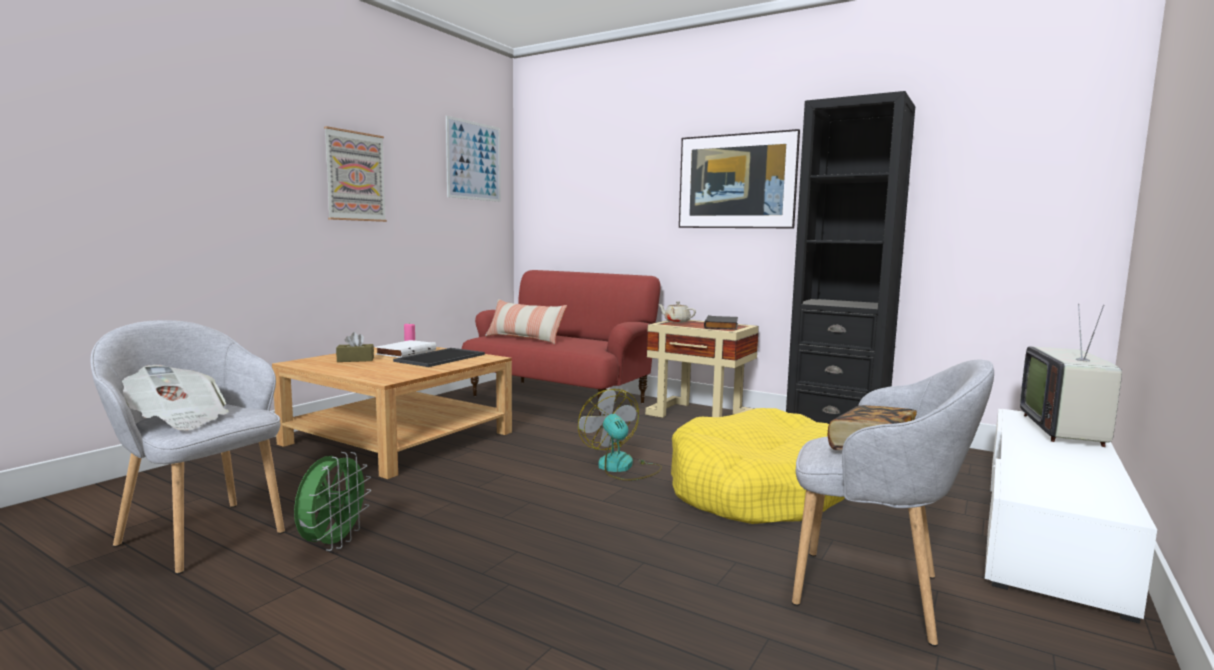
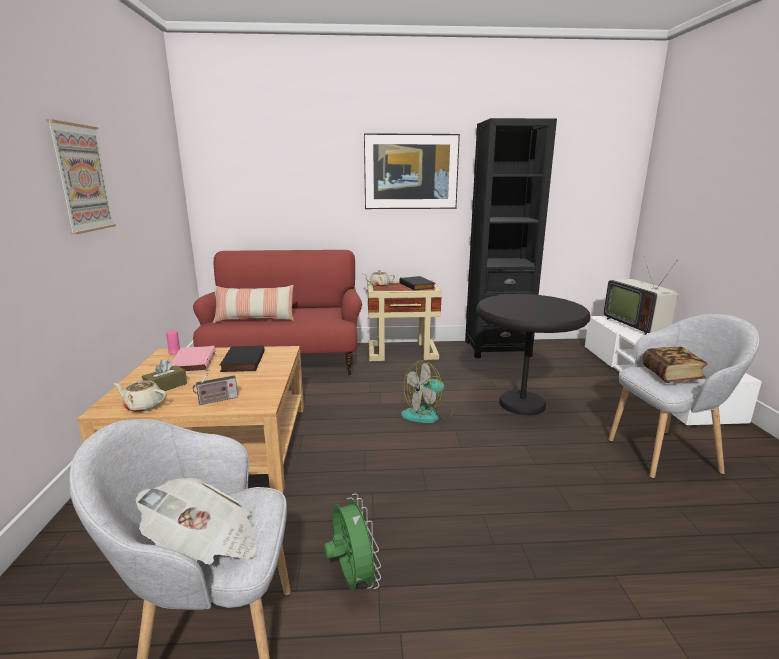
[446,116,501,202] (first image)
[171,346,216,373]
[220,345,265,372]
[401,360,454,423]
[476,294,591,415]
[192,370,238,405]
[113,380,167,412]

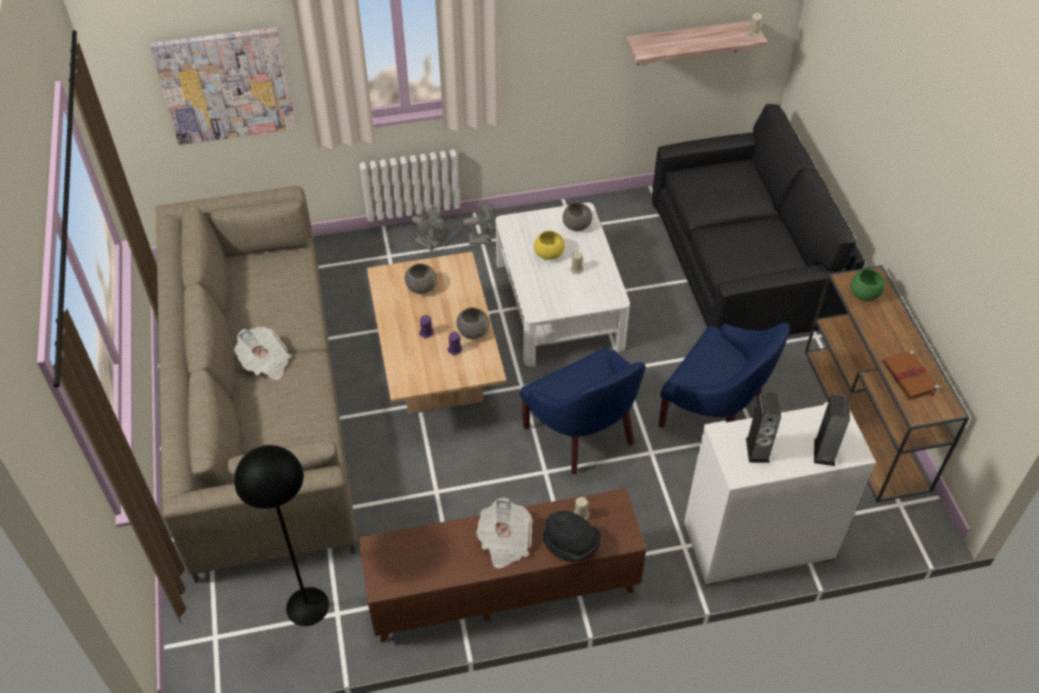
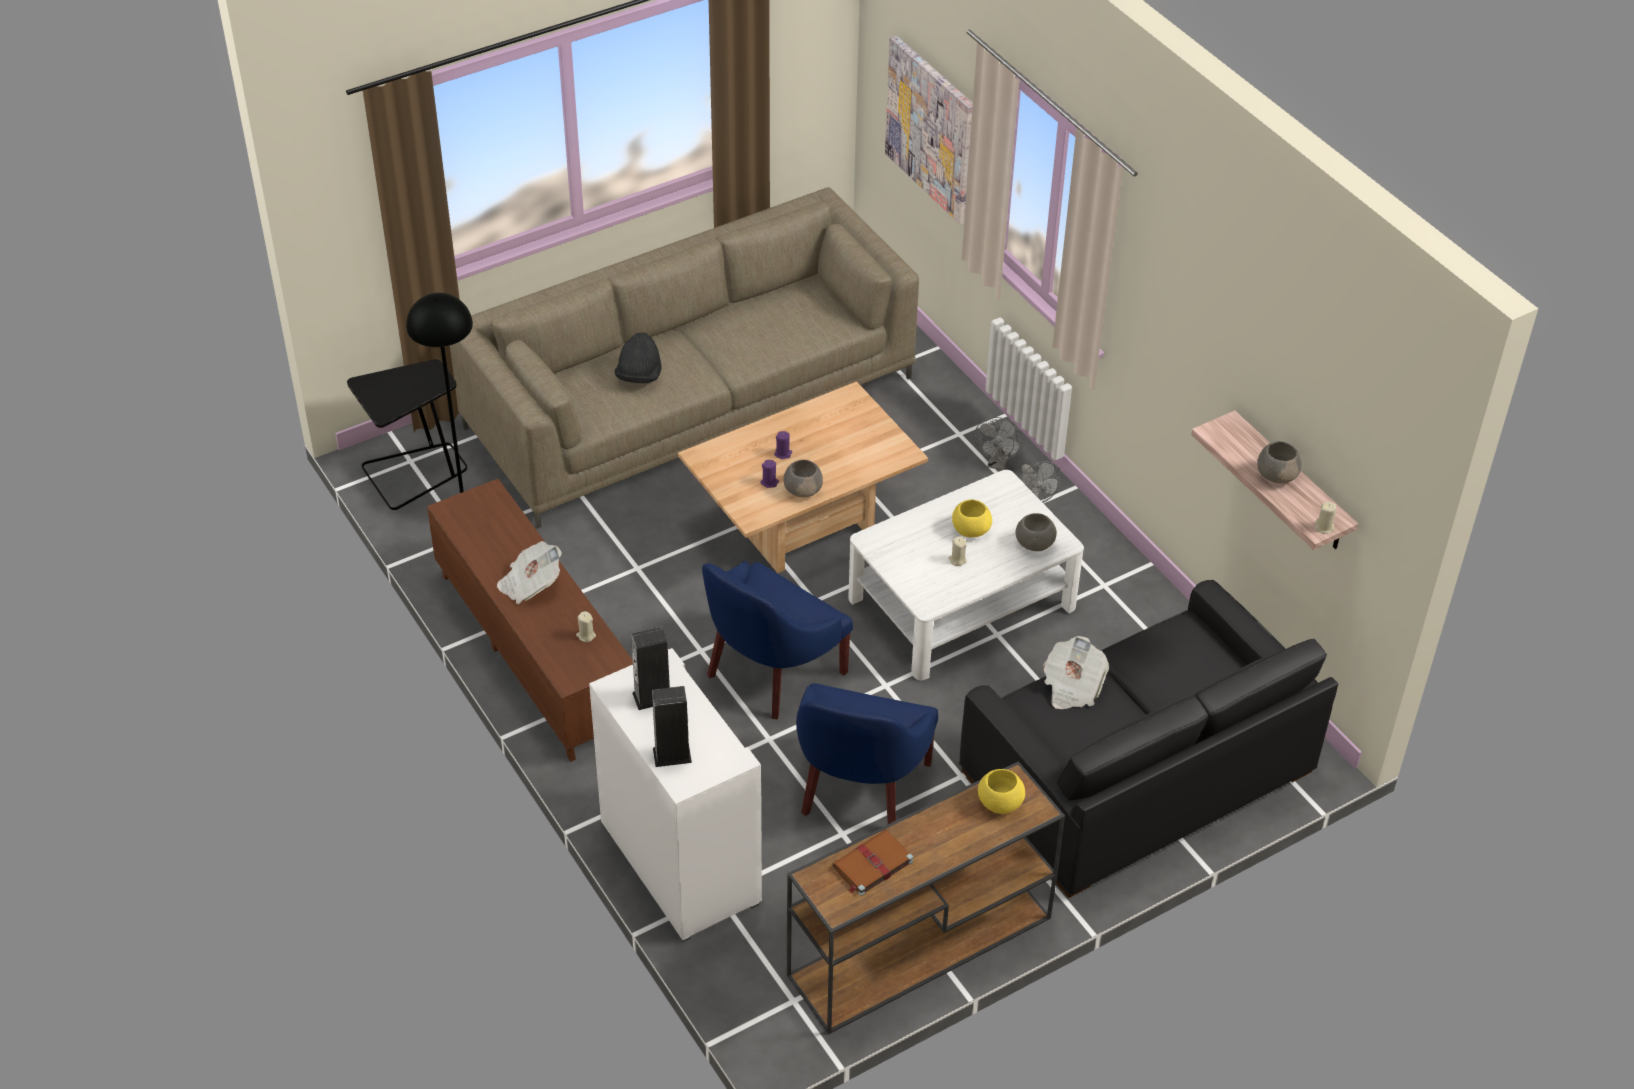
[1257,442,1302,483]
[978,769,1025,814]
[1043,636,1109,709]
[615,333,662,383]
[347,359,467,510]

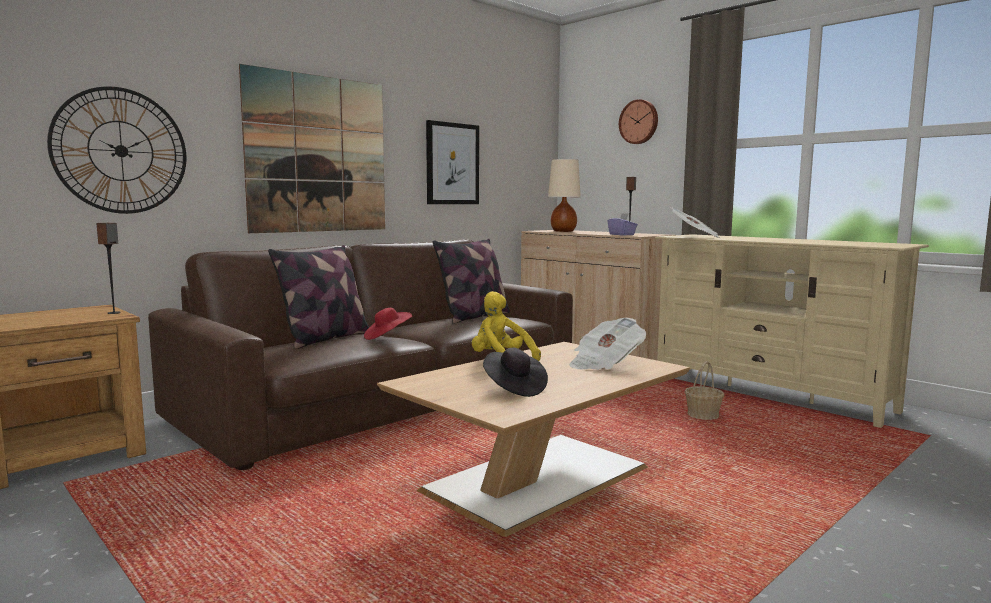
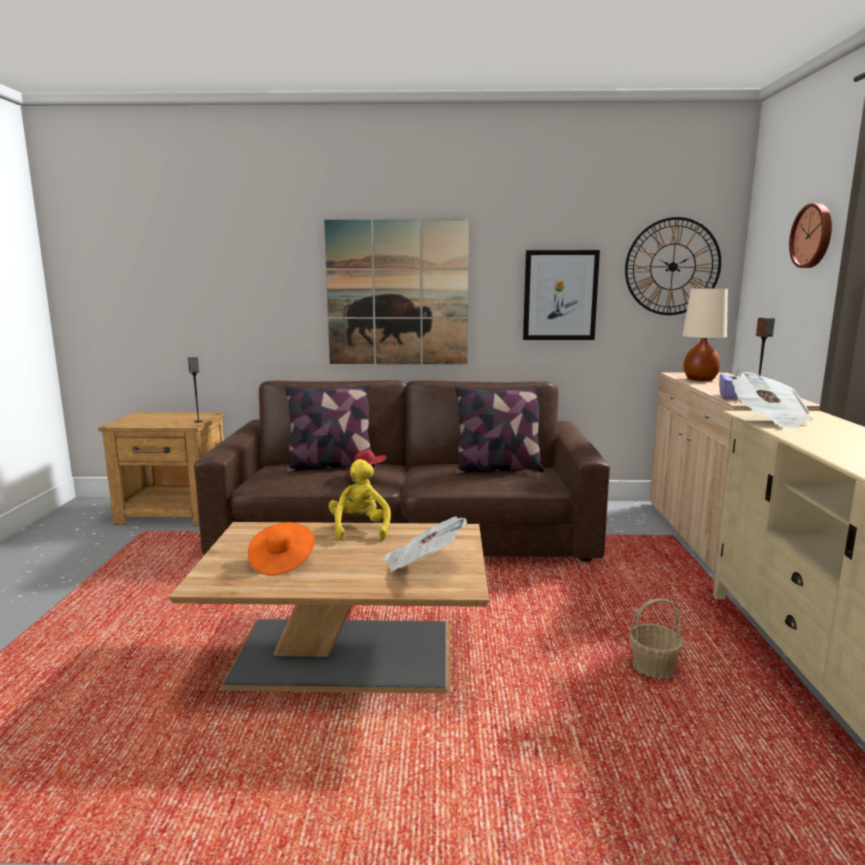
[625,217,721,315]
[248,522,315,575]

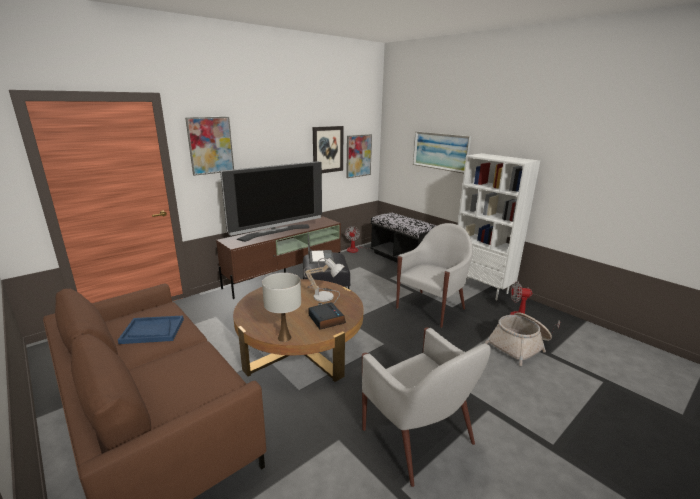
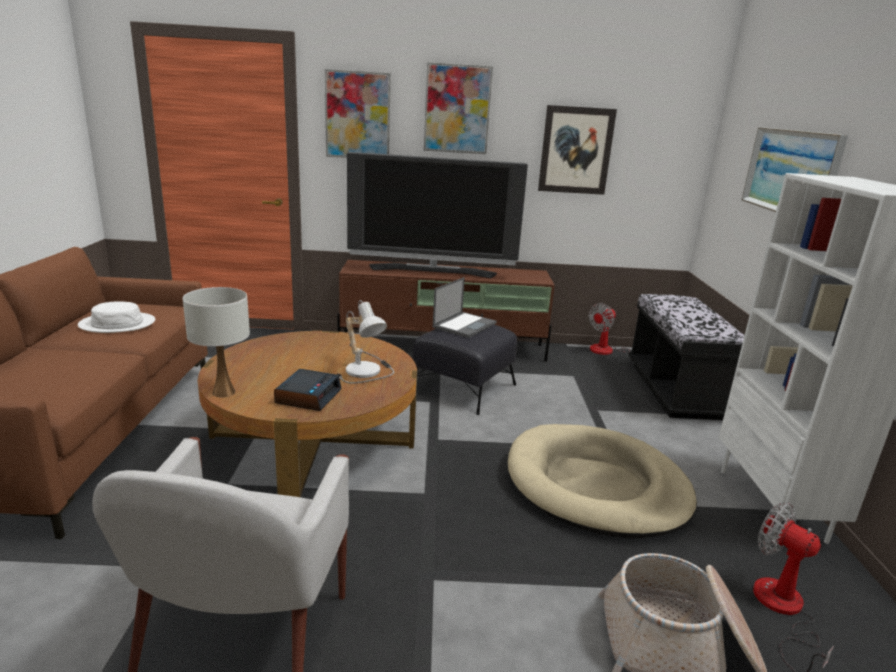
[424,62,493,154]
[508,424,697,538]
[78,302,155,333]

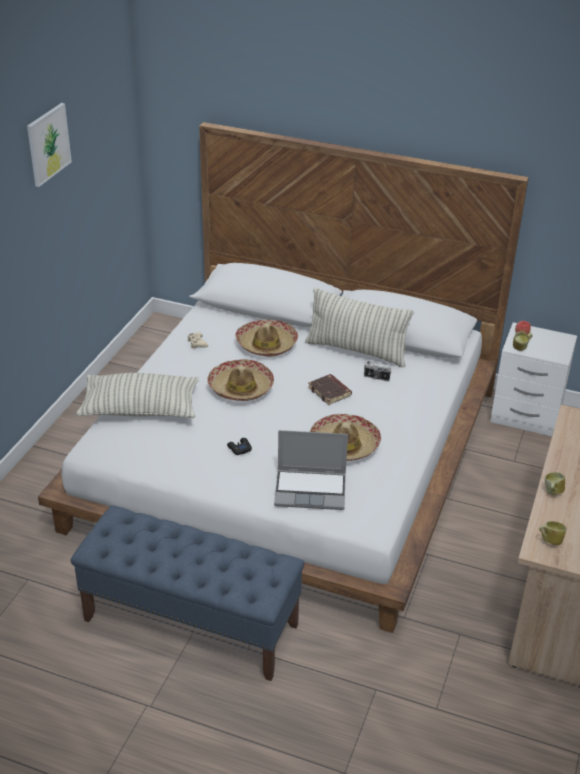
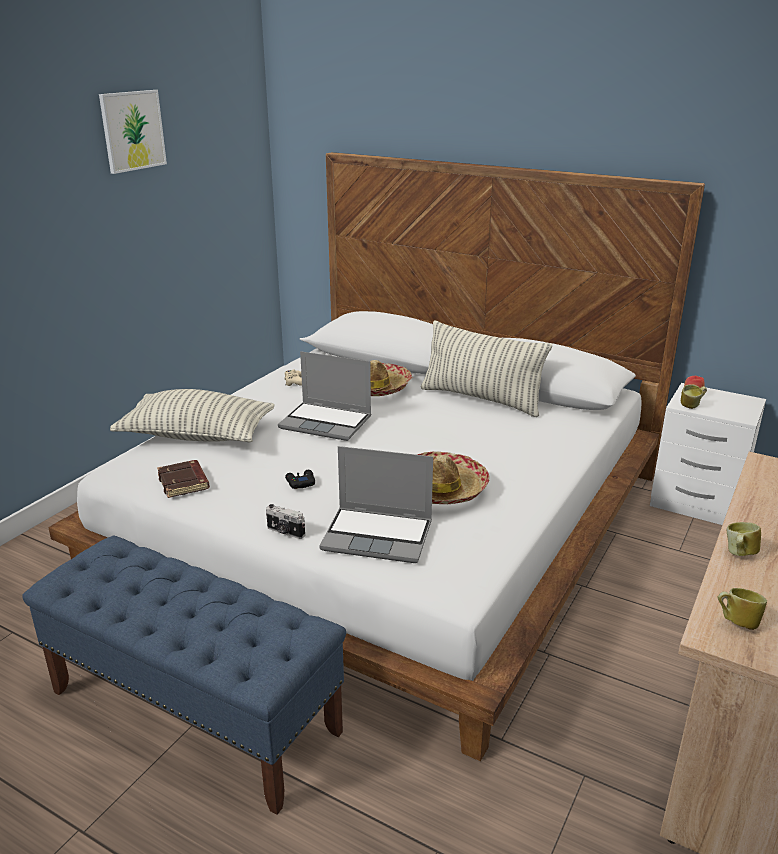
[278,351,371,441]
[266,504,305,539]
[157,460,210,498]

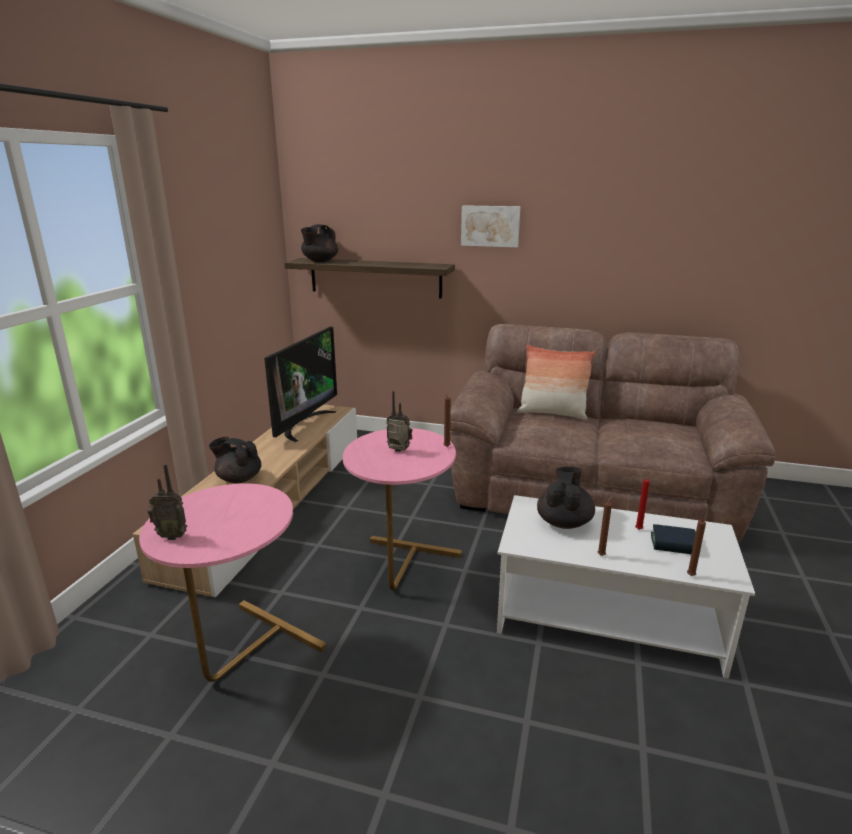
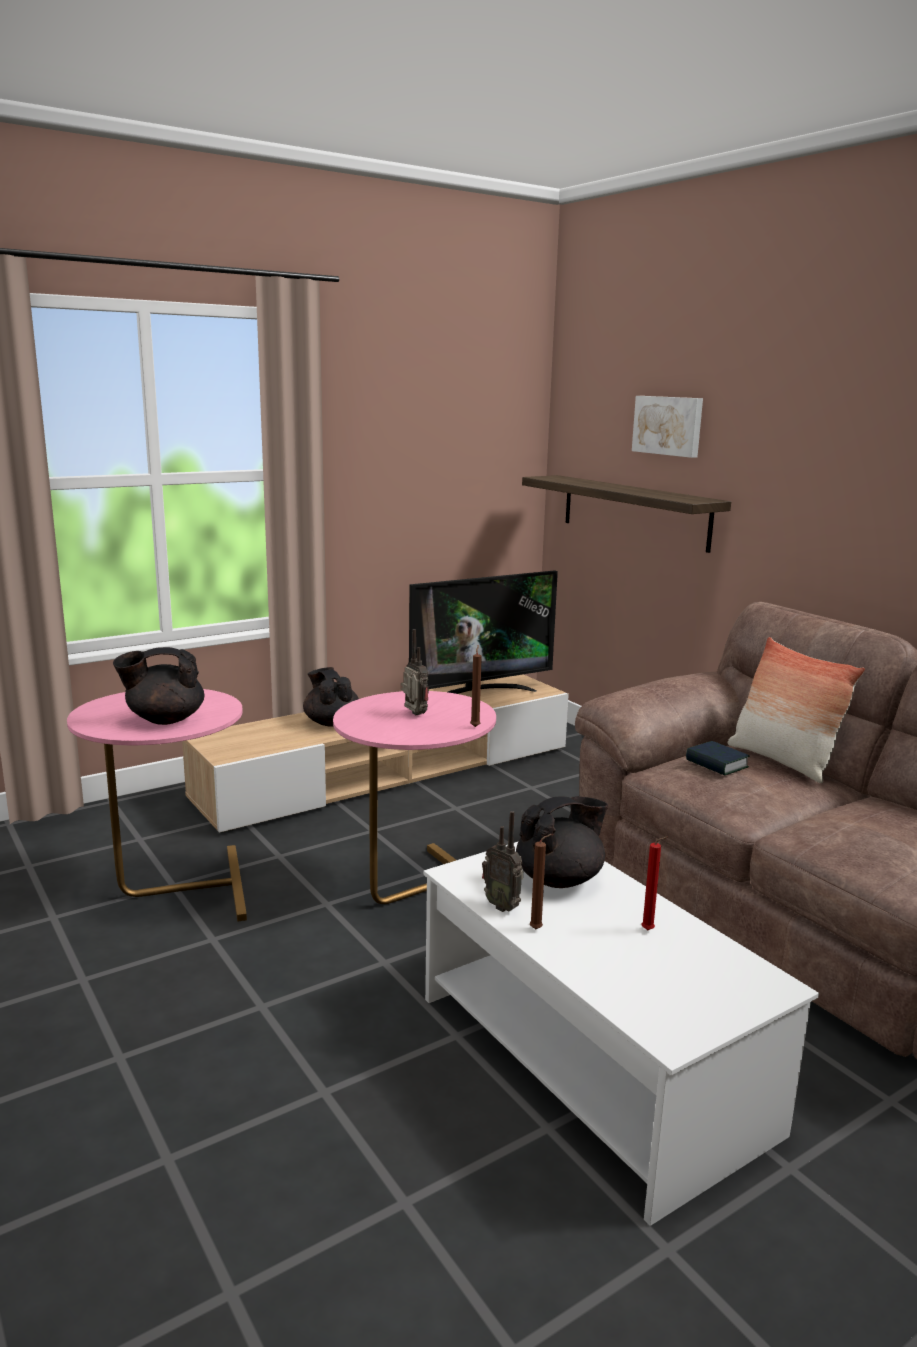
[632,396,703,458]
[113,647,204,725]
[482,811,523,912]
[687,518,706,576] (first image)
[686,741,750,776]

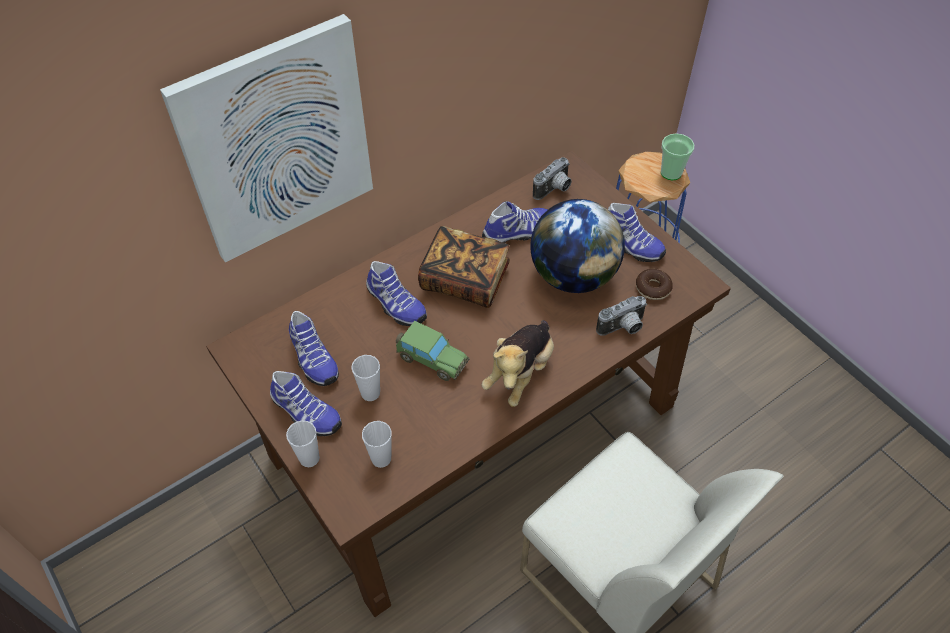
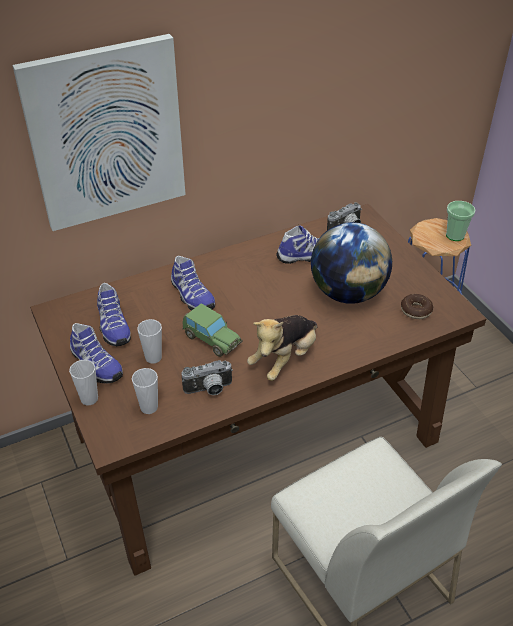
[608,203,666,262] (first image)
[418,226,510,308] (first image)
[181,360,233,395]

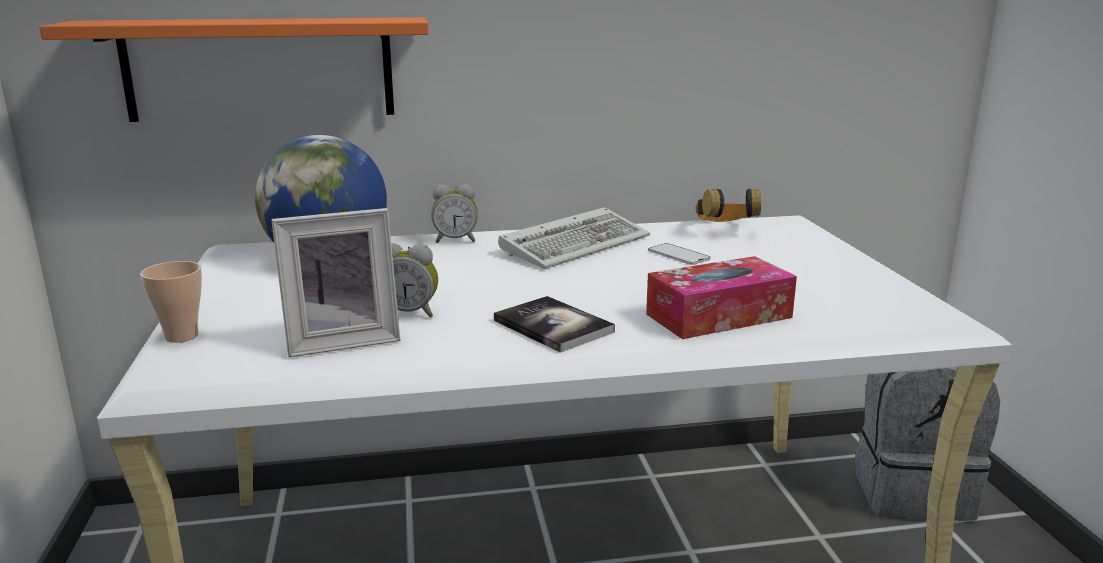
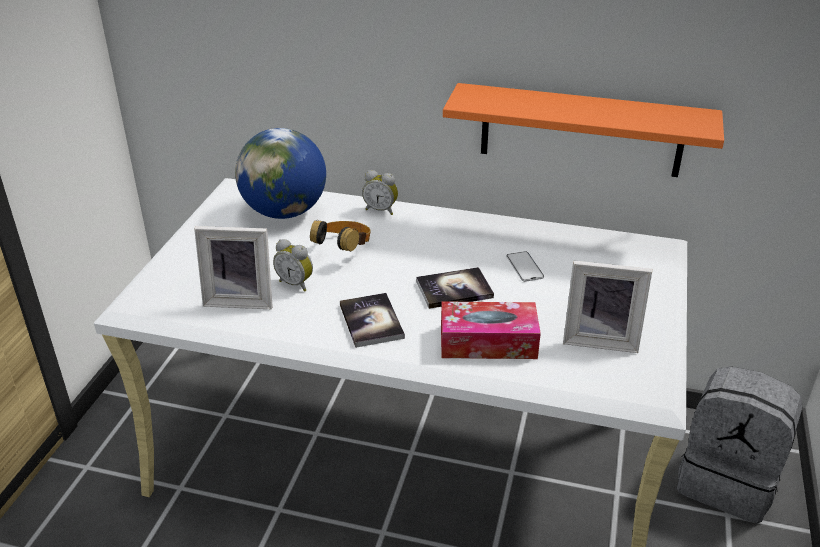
[443,83,724,177]
[310,220,371,252]
[498,207,650,269] (first image)
[140,261,202,343] (first image)
[563,260,652,353]
[416,267,494,309]

